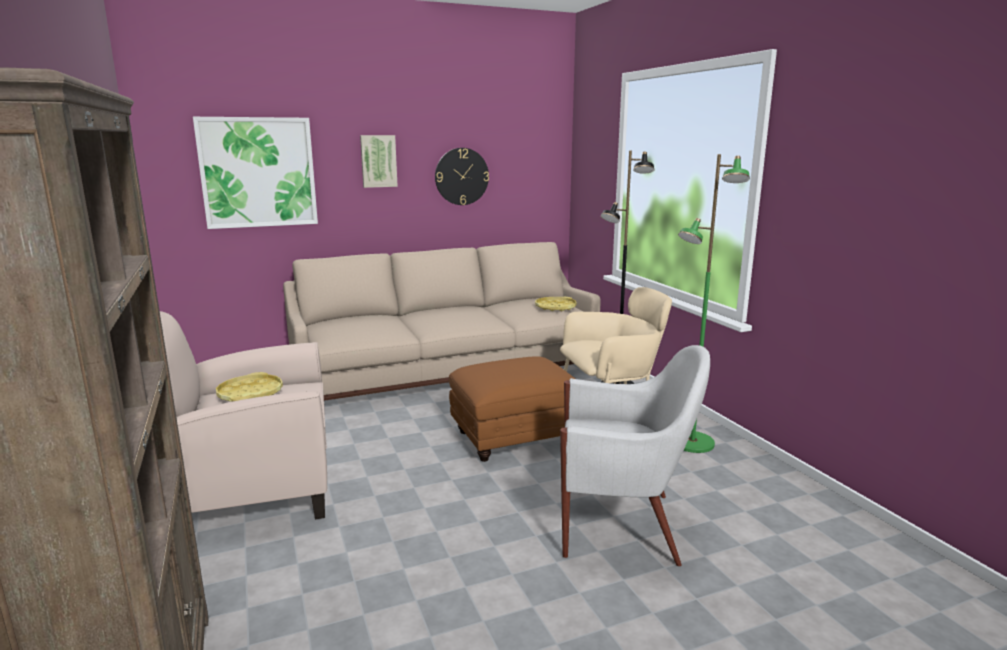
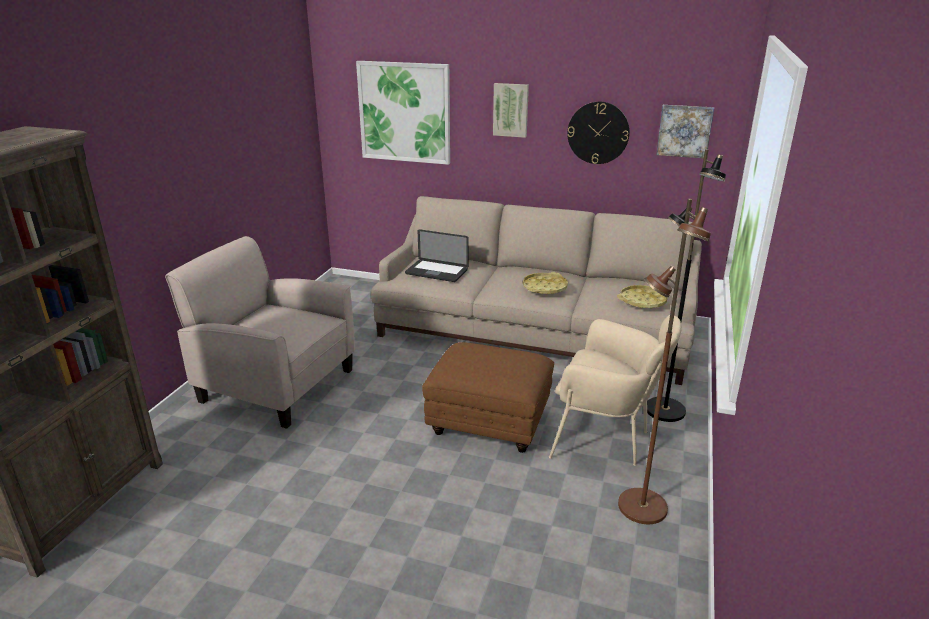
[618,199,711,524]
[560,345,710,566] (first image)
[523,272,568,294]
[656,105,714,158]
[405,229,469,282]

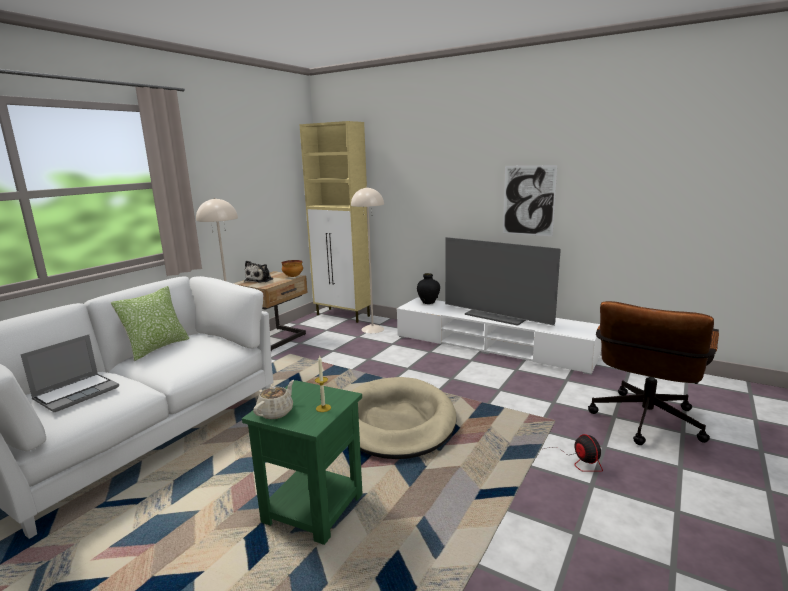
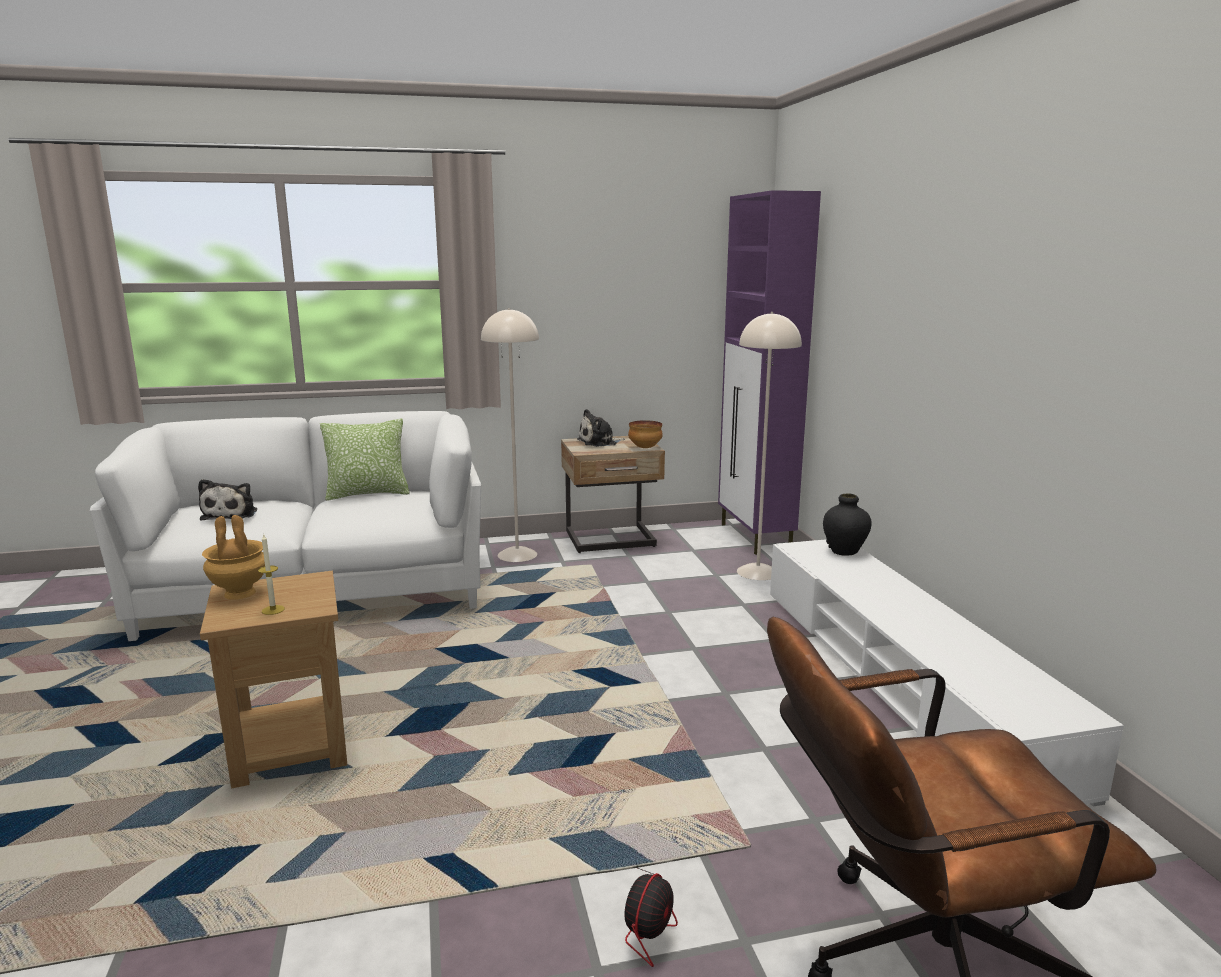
[718,190,821,555]
[503,165,557,236] (first image)
[445,237,561,326] (first image)
[198,479,257,520]
[352,377,456,459] (first image)
[200,571,347,788]
[202,515,265,600]

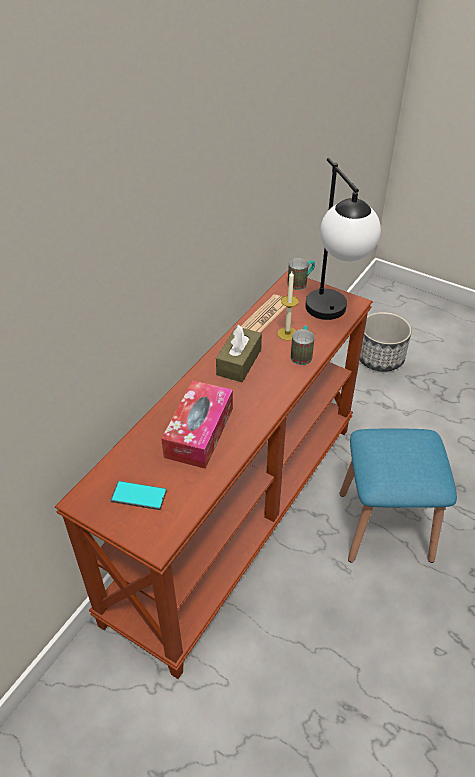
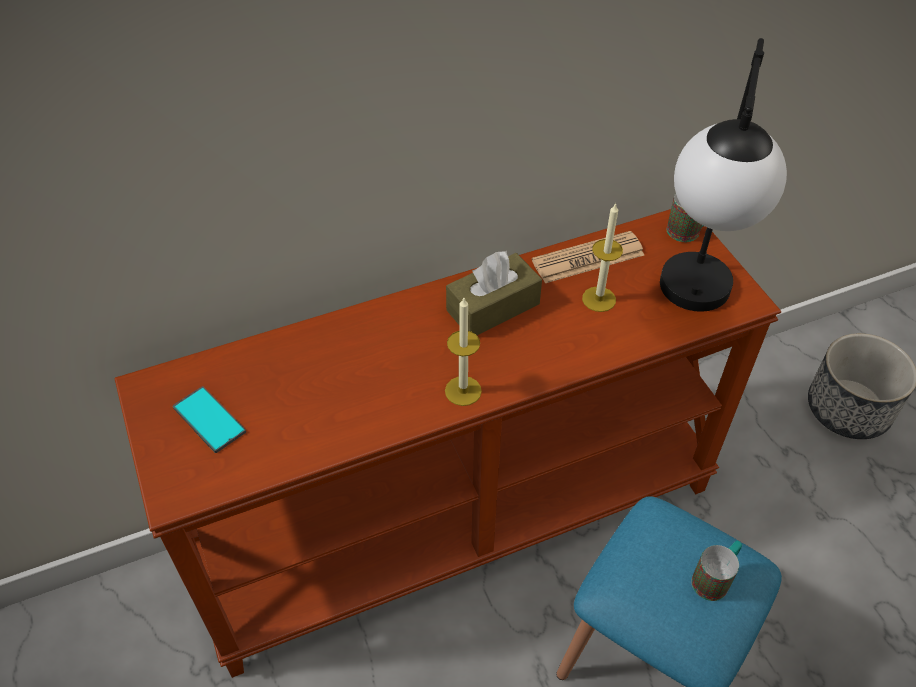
[691,541,742,601]
[161,380,233,469] (first image)
[445,298,482,406]

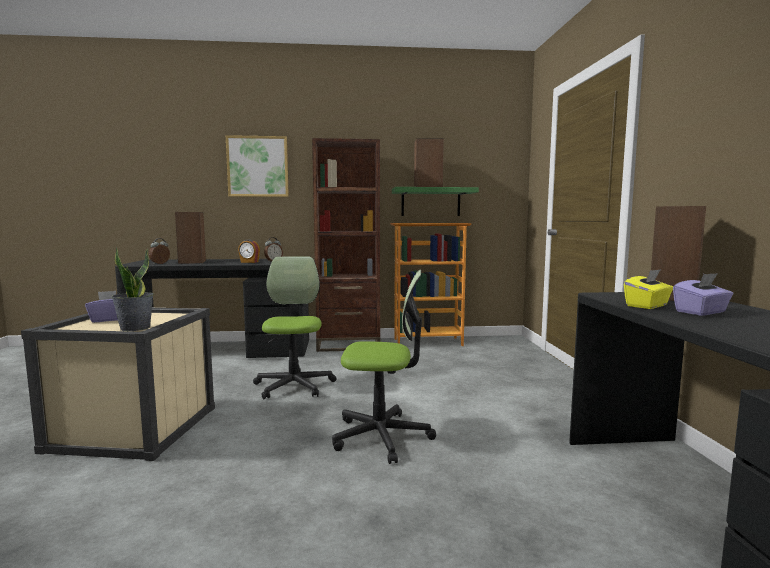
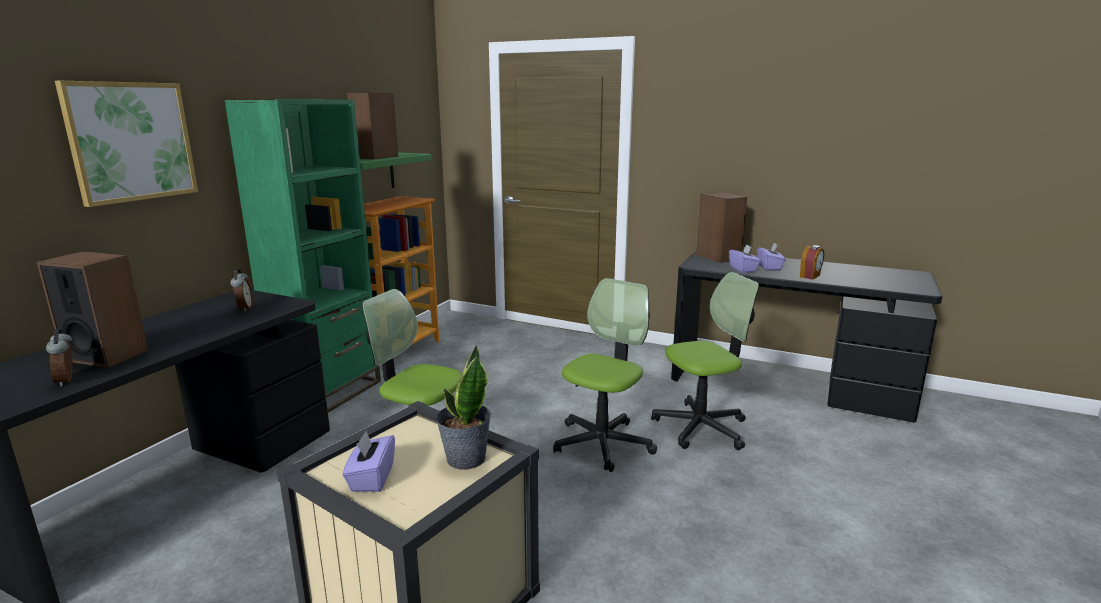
[224,99,381,412]
[800,245,824,279]
[729,244,761,273]
[651,272,759,450]

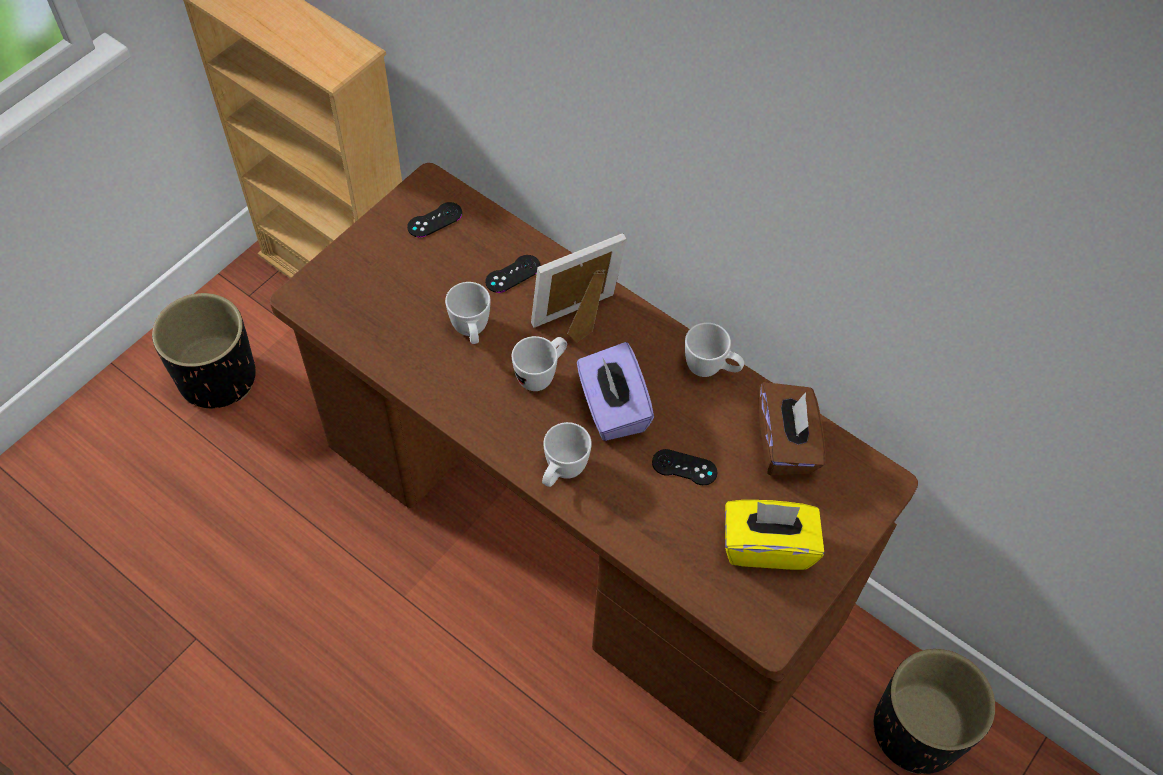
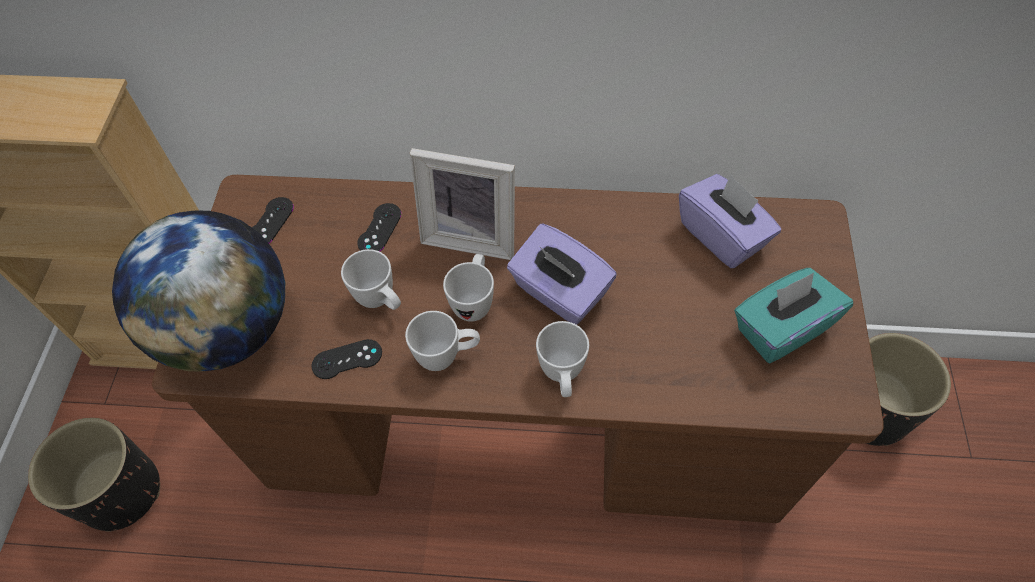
[410,148,515,260]
[405,311,480,371]
[679,174,781,268]
[312,339,382,379]
[734,268,853,363]
[112,210,285,372]

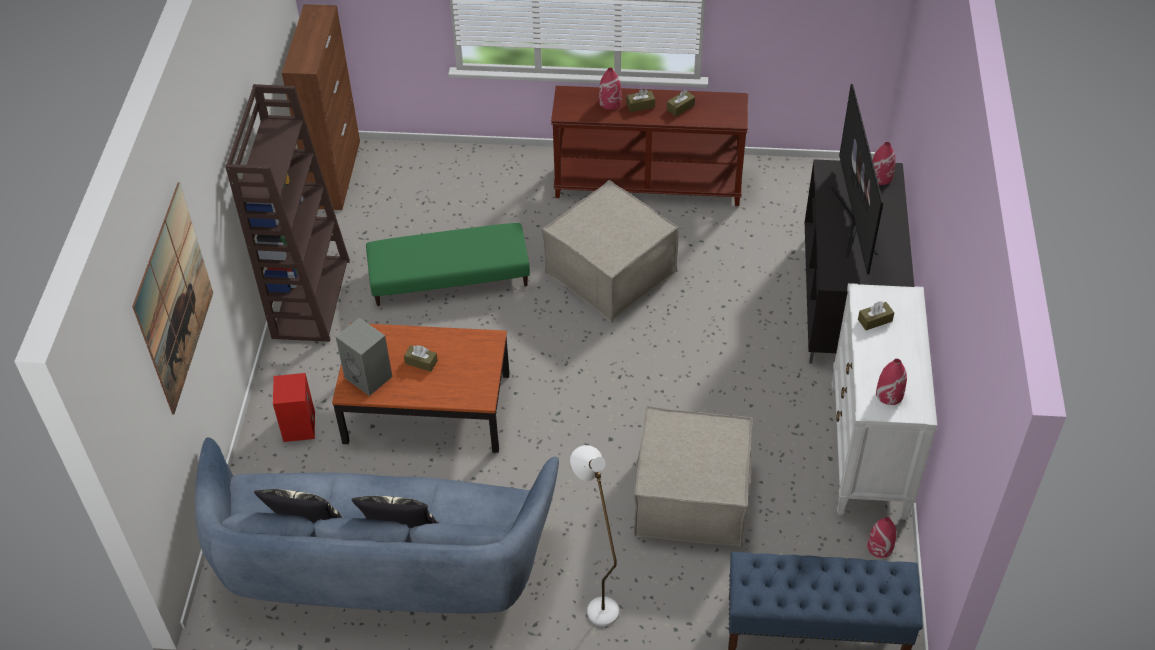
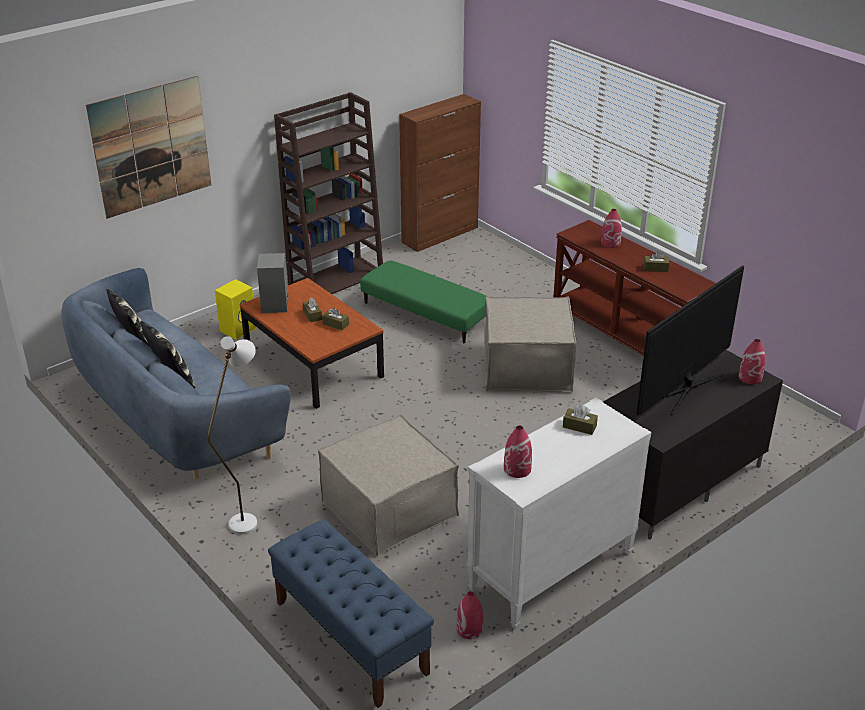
[322,307,349,330]
[215,279,256,340]

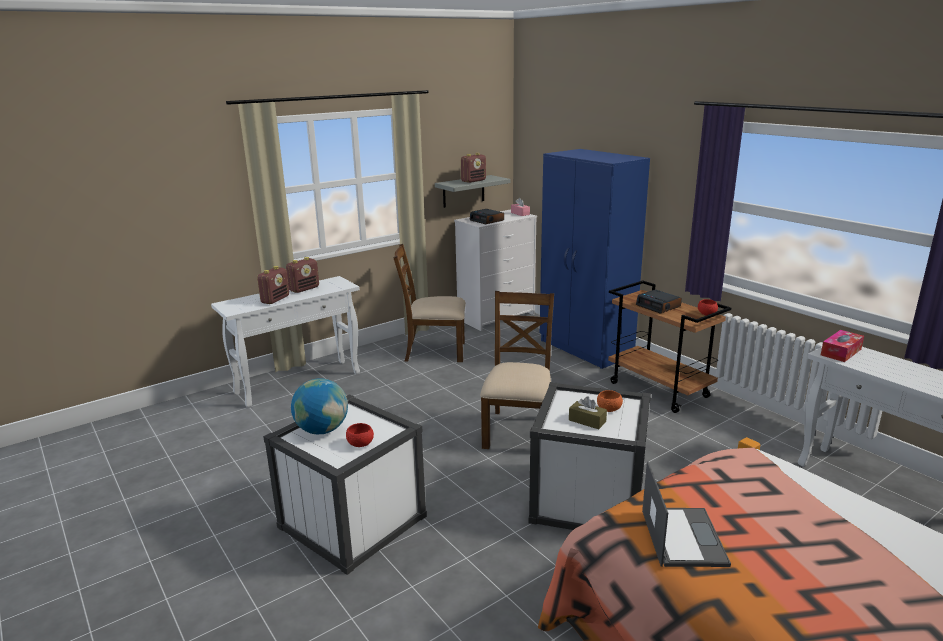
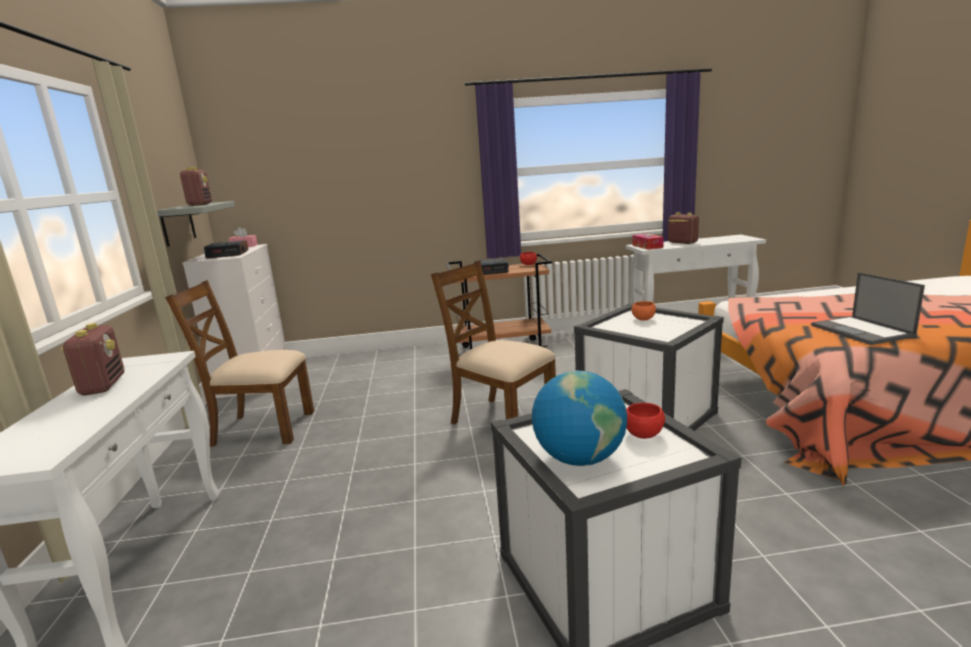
[540,149,650,369] (first image)
[165,280,314,447]
[668,212,699,244]
[569,396,607,429] (first image)
[811,272,925,345]

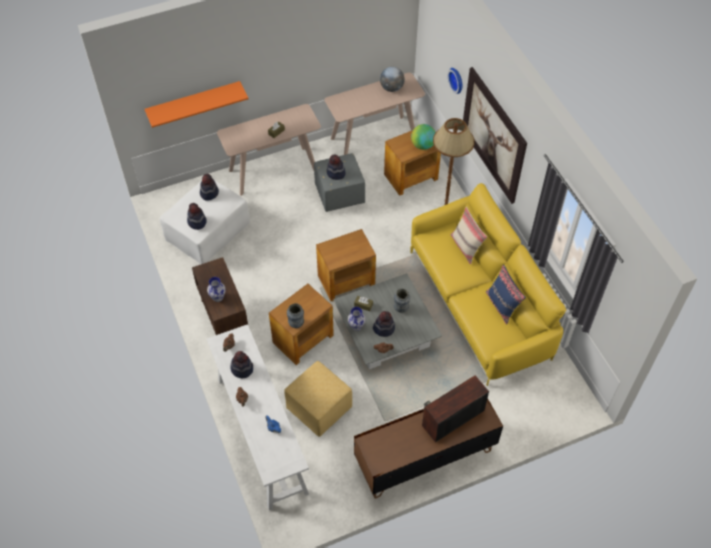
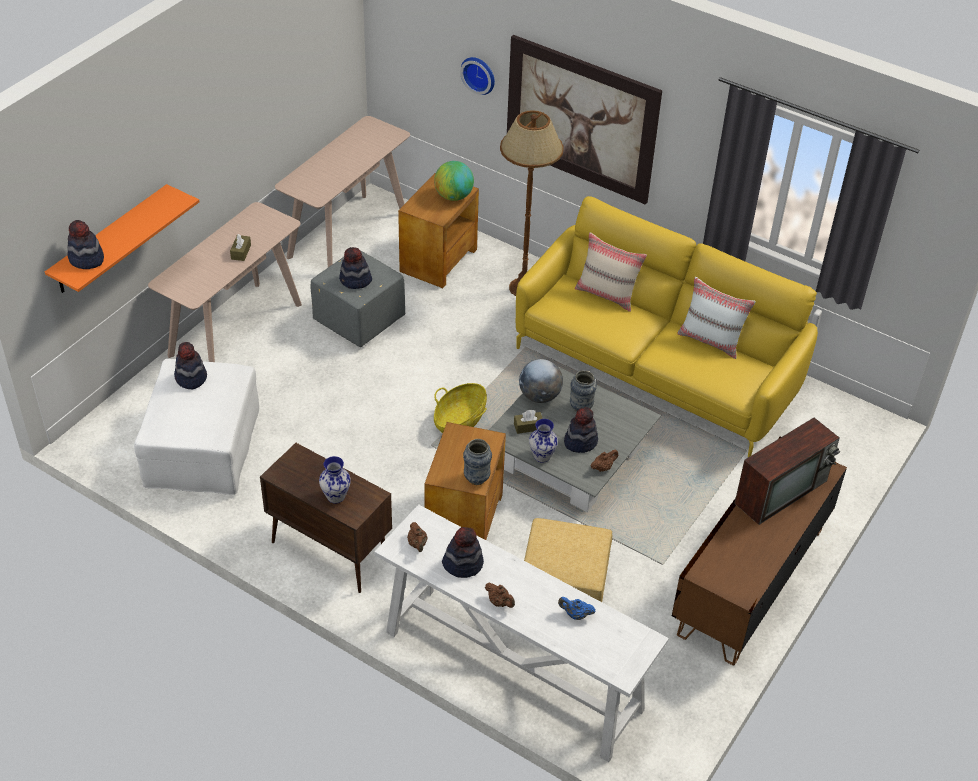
[519,359,563,403]
[67,220,104,269]
[434,383,487,433]
[677,277,756,359]
[734,418,840,525]

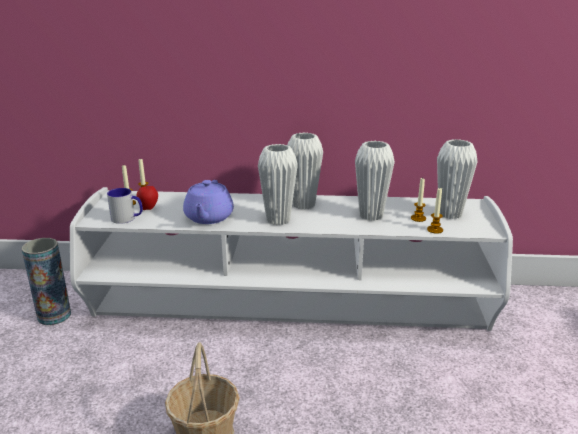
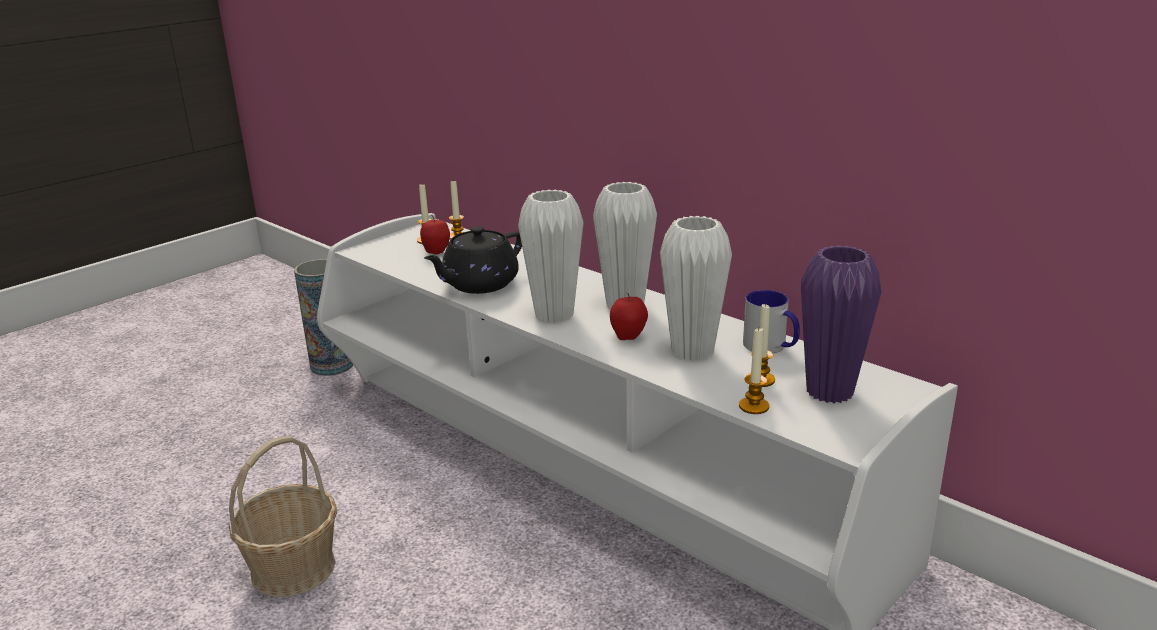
[801,245,882,403]
[424,226,522,294]
[743,290,800,353]
[610,293,648,340]

